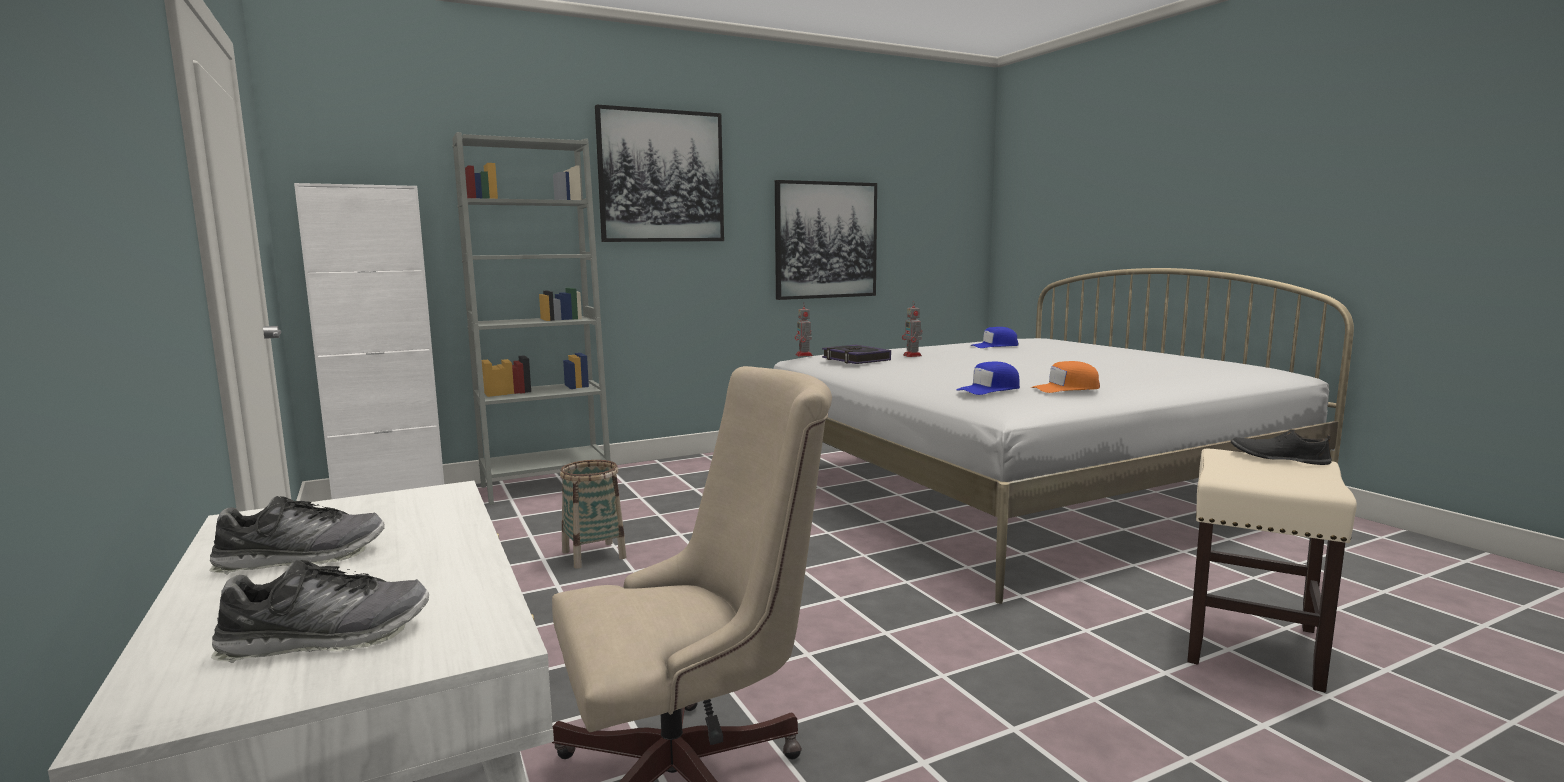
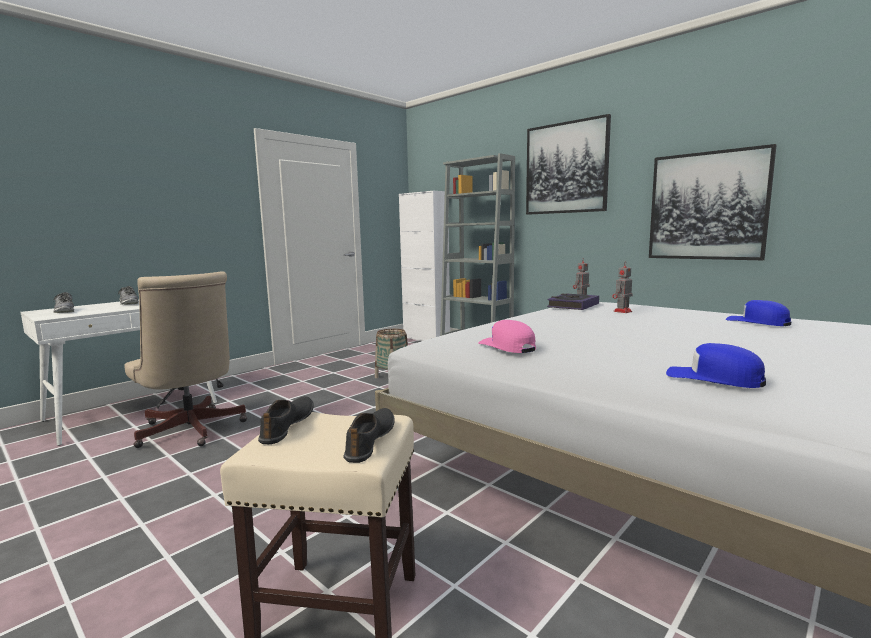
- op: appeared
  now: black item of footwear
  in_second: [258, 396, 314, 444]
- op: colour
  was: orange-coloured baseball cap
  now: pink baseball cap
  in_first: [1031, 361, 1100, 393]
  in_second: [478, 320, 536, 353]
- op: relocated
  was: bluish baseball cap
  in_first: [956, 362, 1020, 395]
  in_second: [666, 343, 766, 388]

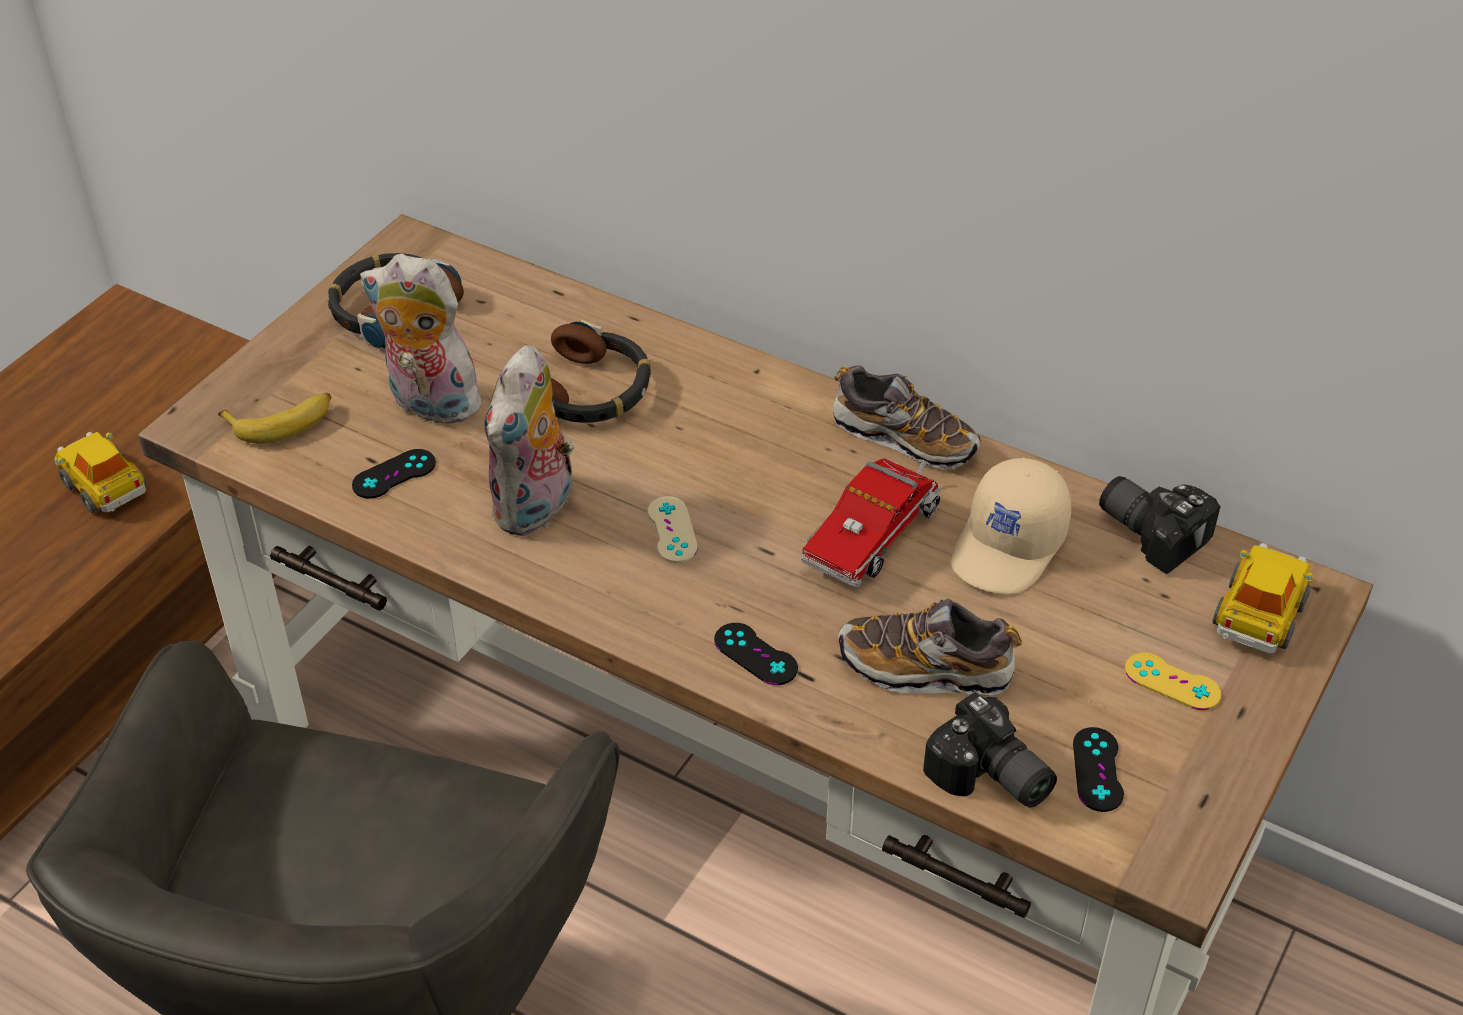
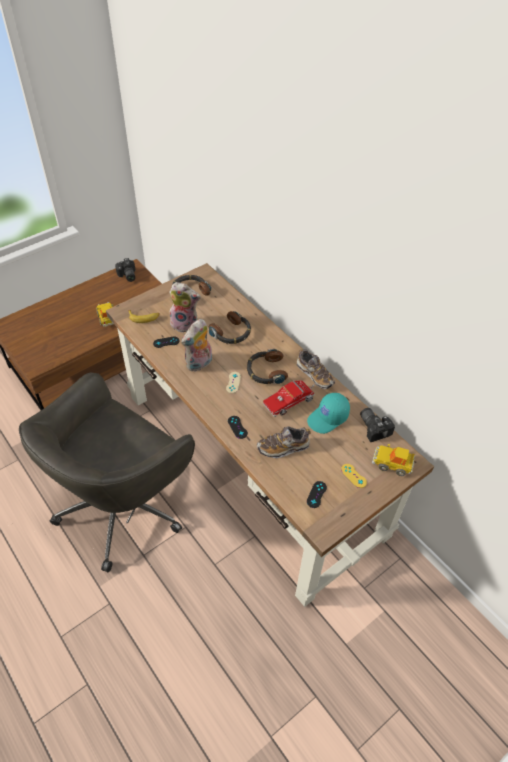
- op: relocated
  was: photo camera
  in_first: [923, 692, 1057, 808]
  in_second: [115, 258, 136, 282]
- op: spun
  was: soft toy
  in_first: [360, 254, 485, 428]
  in_second: [169, 282, 201, 333]
  clockwise: 150
- op: appeared
  now: headset
  in_second: [247, 349, 288, 384]
- op: spun
  was: item of footwear
  in_first: [838, 598, 1022, 696]
  in_second: [257, 426, 311, 458]
  clockwise: -45
- op: colour
  was: beige-coloured baseball cap
  now: blue-green baseball cap
  in_first: [951, 458, 1071, 594]
  in_second: [307, 393, 350, 434]
- op: spun
  was: model car
  in_first: [1212, 543, 1313, 654]
  in_second: [372, 444, 415, 476]
  clockwise: -120

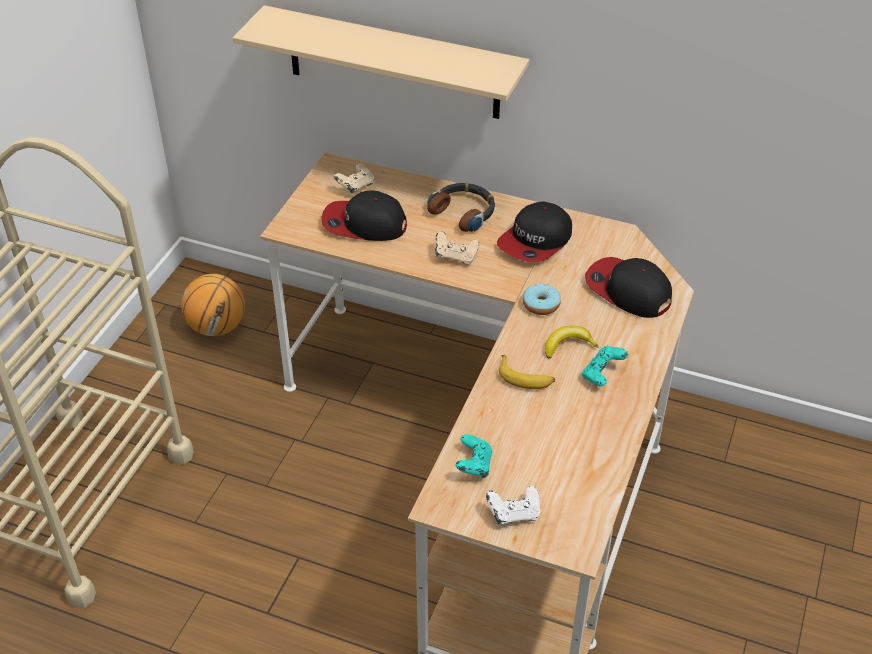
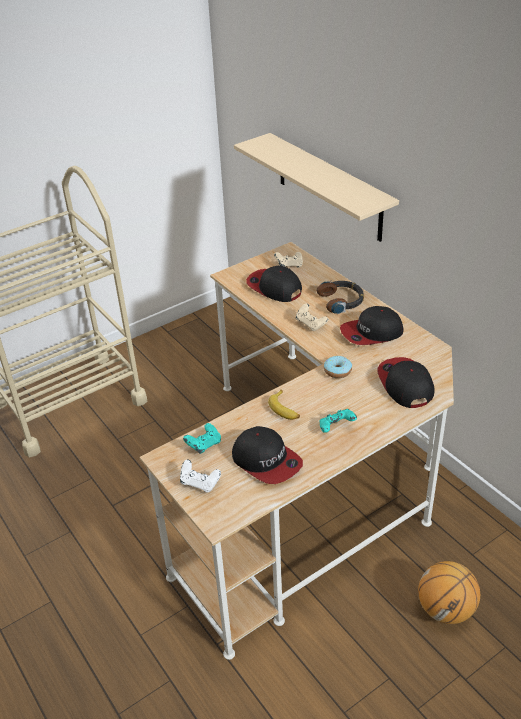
- op: appeared
  now: baseball cap
  in_second: [232, 426, 303, 484]
- op: relocated
  was: basketball ball
  in_first: [181, 274, 245, 336]
  in_second: [418, 561, 480, 624]
- op: missing
  was: banana fruit
  in_first: [545, 326, 599, 359]

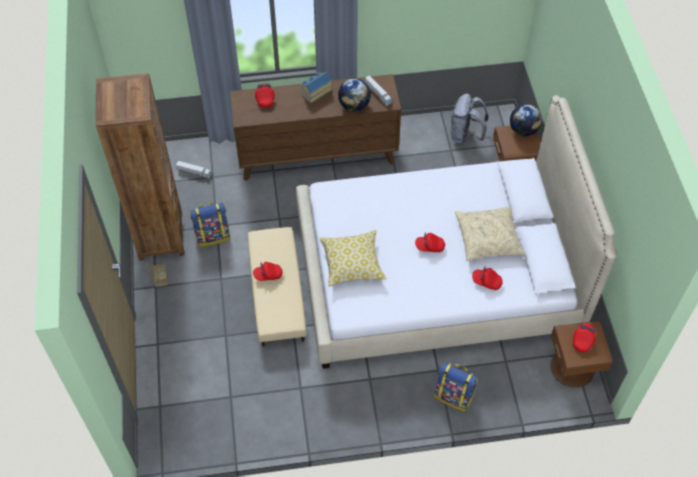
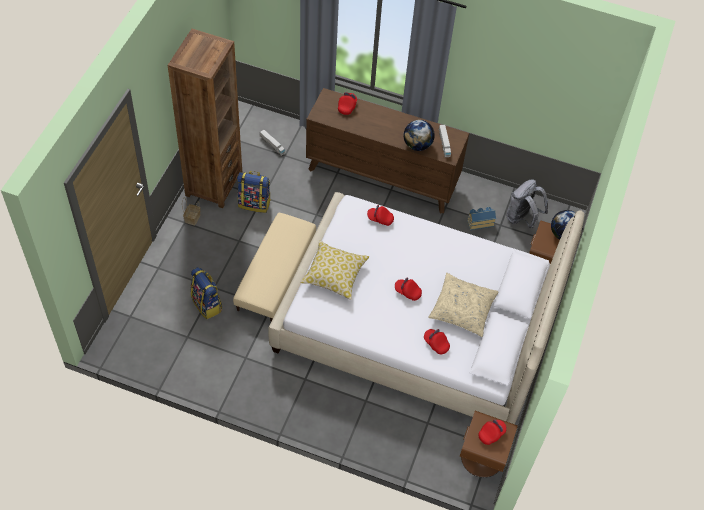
- op: relocated
  was: backpack
  in_first: [434, 362, 478, 412]
  in_second: [191, 267, 222, 319]
- op: relocated
  was: red baseball cap
  in_first: [253, 262, 283, 281]
  in_second: [367, 205, 394, 226]
- op: relocated
  was: toy house
  in_first: [302, 72, 332, 104]
  in_second: [467, 207, 496, 230]

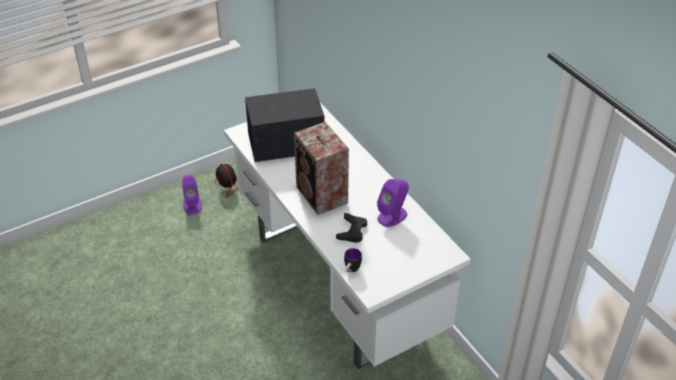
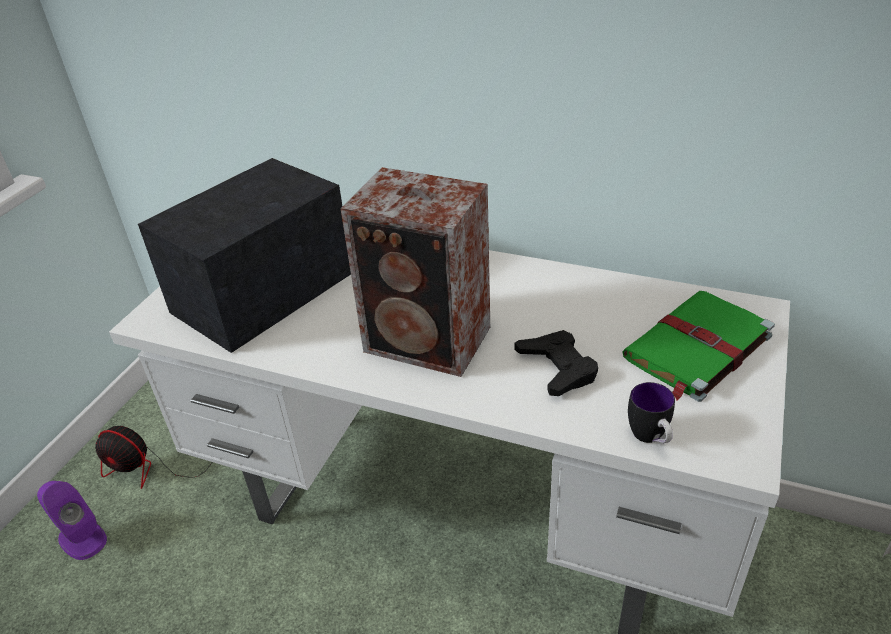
- op: appeared
  now: greenish bound book
  in_second: [623, 291, 775, 402]
- op: missing
  was: purple speaker
  in_first: [377, 179, 409, 227]

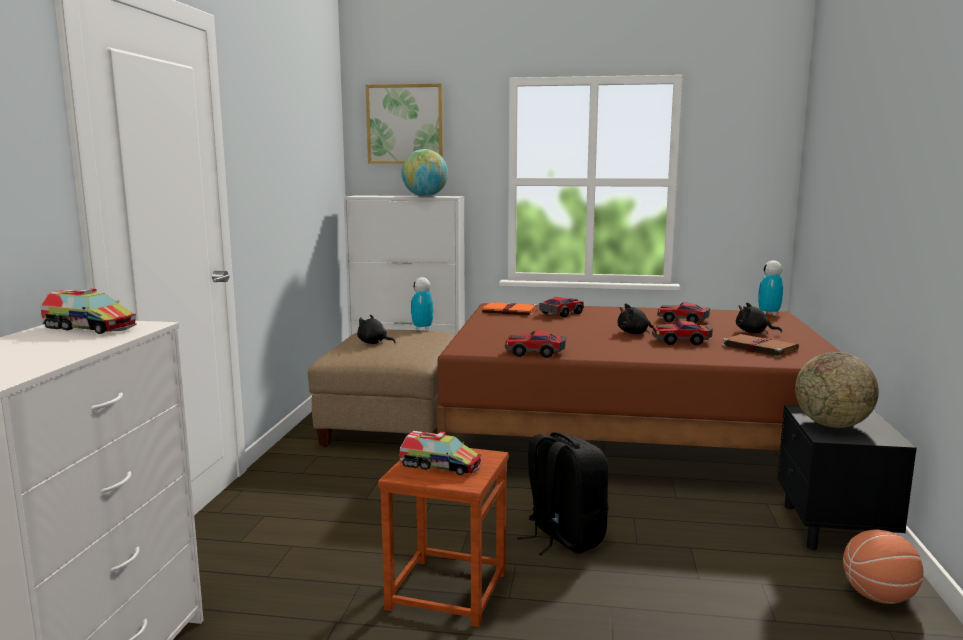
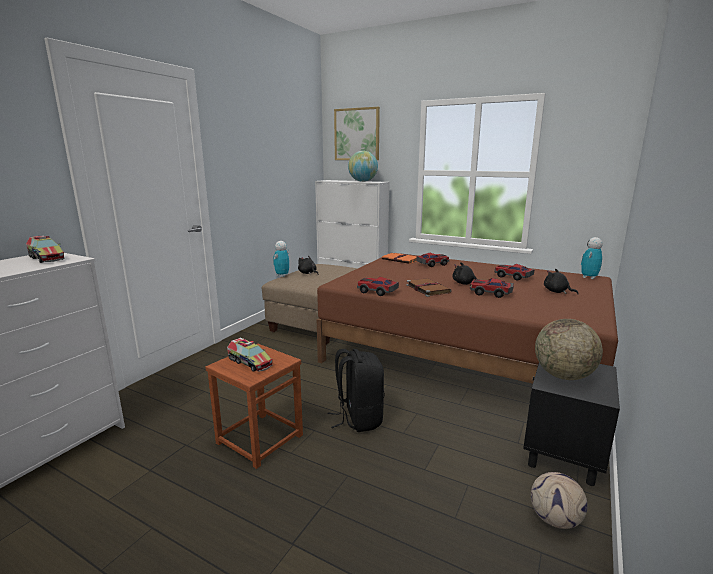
- op: relocated
  was: model robot
  in_first: [411, 277, 433, 330]
  in_second: [273, 241, 289, 277]
- op: relocated
  was: brownish bound book
  in_first: [722, 334, 799, 358]
  in_second: [406, 278, 452, 297]
- op: exchanged
  was: basketball ball
  now: ball for football
  in_first: [843, 530, 923, 604]
  in_second: [531, 472, 587, 529]

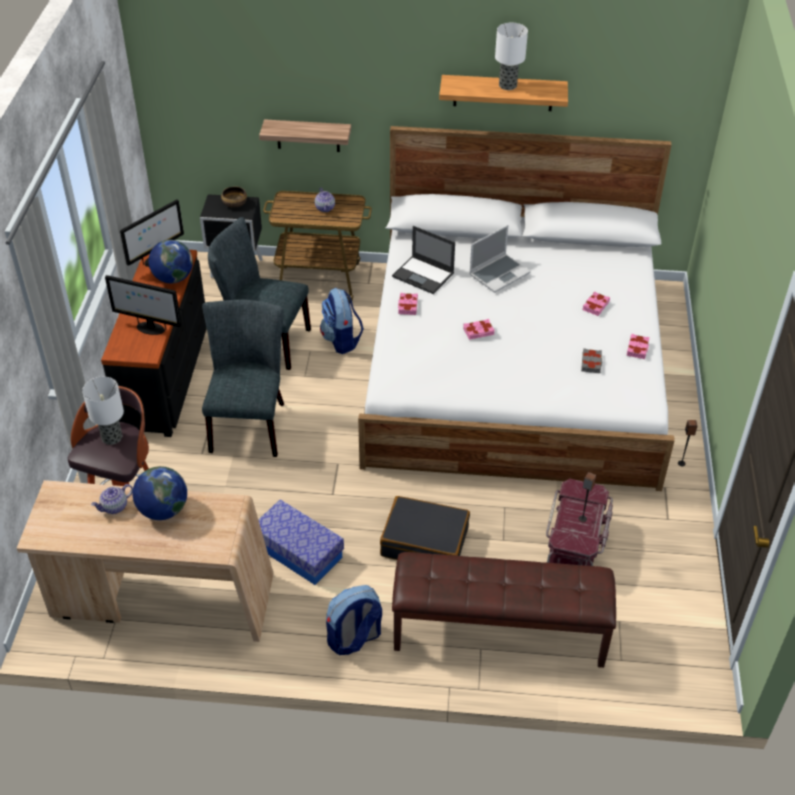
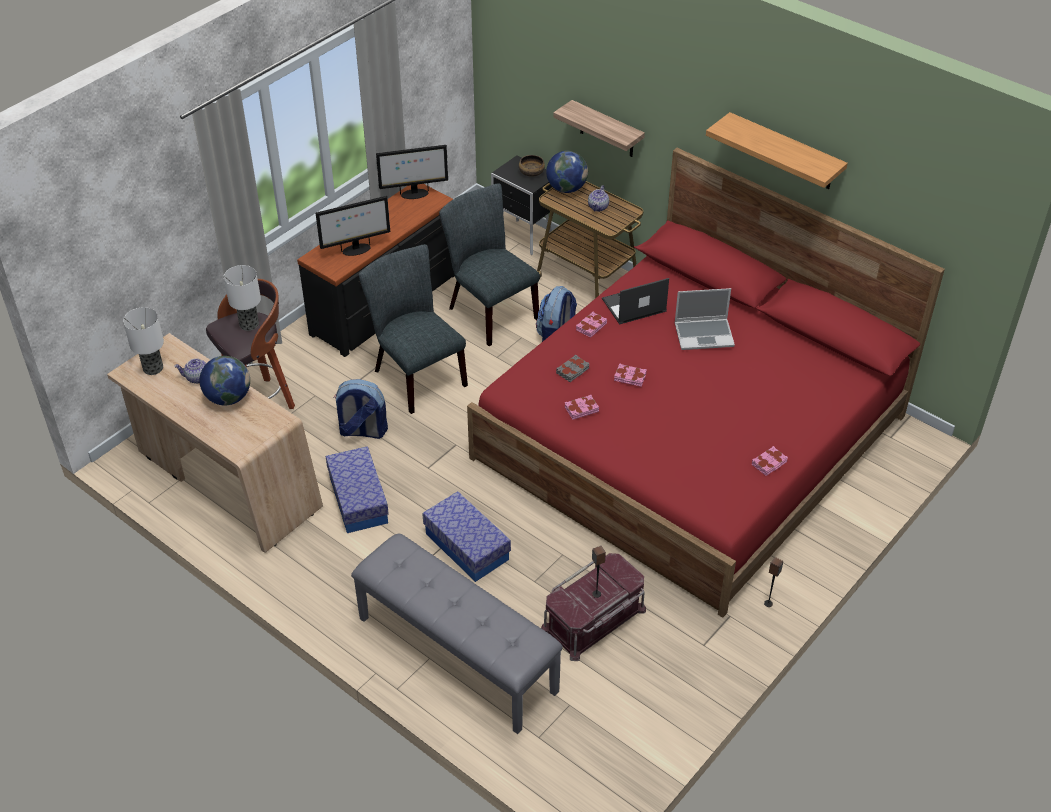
- op: relocated
  was: tabletop lamp
  in_first: [495, 23, 528, 90]
  in_second: [123, 307, 164, 375]
- op: spun
  was: monitor
  in_first: [105, 275, 182, 335]
  in_second: [316, 196, 390, 256]
  clockwise: -75
- op: relocated
  was: backpack
  in_first: [326, 585, 382, 655]
  in_second: [334, 379, 388, 439]
- op: colour
  was: brownish indoor bench
  now: gray indoor bench
  in_first: [392, 552, 616, 668]
  in_second: [351, 533, 563, 734]
- op: spun
  was: gray chair
  in_first: [202, 300, 284, 457]
  in_second: [359, 244, 468, 414]
  clockwise: -75
- op: exchanged
  was: black suitcase
  now: storage bin
  in_first: [380, 496, 470, 560]
  in_second: [422, 491, 511, 582]
- op: colour
  was: whitish sleeping bed
  now: red sleeping bed
  in_first: [358, 126, 675, 491]
  in_second: [467, 148, 945, 618]
- op: relocated
  was: desk globe
  in_first: [148, 240, 193, 283]
  in_second: [546, 151, 588, 193]
- op: relocated
  was: gray bound book
  in_first: [581, 348, 602, 373]
  in_second: [556, 354, 590, 382]
- op: relocated
  was: pink bound book
  in_first: [583, 291, 610, 316]
  in_second: [565, 395, 599, 420]
- op: spun
  was: laptop
  in_first: [392, 226, 455, 294]
  in_second: [602, 278, 669, 325]
  clockwise: 90

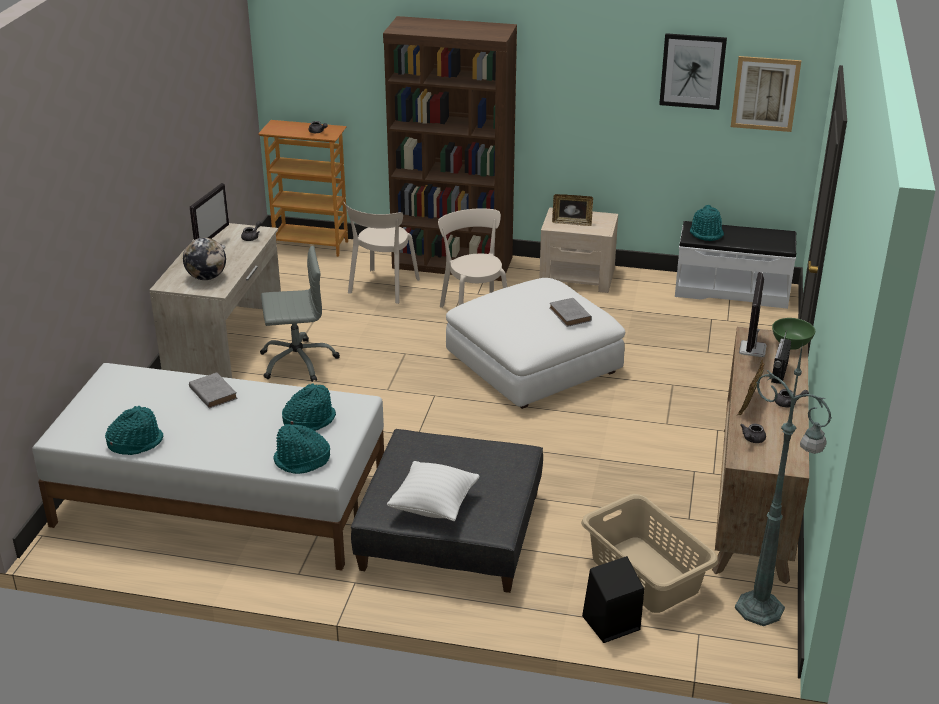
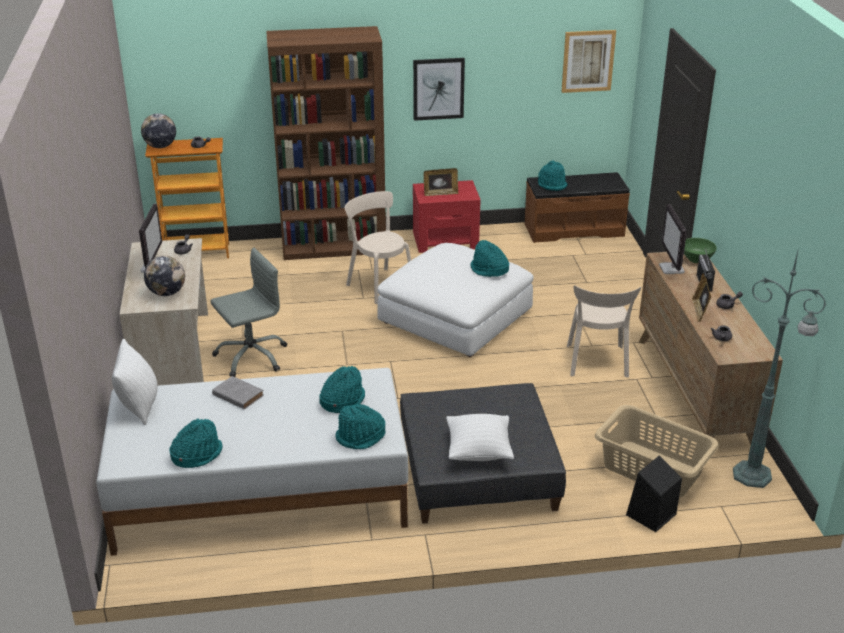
- op: appeared
  now: whitish cushion
  in_second: [112, 339, 158, 425]
- op: appeared
  now: desk globe
  in_second: [141, 113, 176, 148]
- op: relocated
  was: wall picture
  in_first: [659, 33, 727, 110]
  in_second: [413, 58, 465, 121]
- op: colour
  was: beige-coloured night table
  now: red night table
  in_first: [539, 207, 618, 293]
  in_second: [413, 180, 480, 253]
- op: exchanged
  was: gray bound book
  now: blue-green clothing hat
  in_first: [550, 298, 592, 327]
  in_second: [471, 240, 509, 277]
- op: colour
  was: whitish indoor bench
  now: brownish indoor bench
  in_first: [675, 221, 796, 309]
  in_second: [524, 172, 630, 243]
- op: relocated
  was: beige-coloured chair
  in_first: [344, 202, 420, 304]
  in_second: [567, 285, 641, 377]

